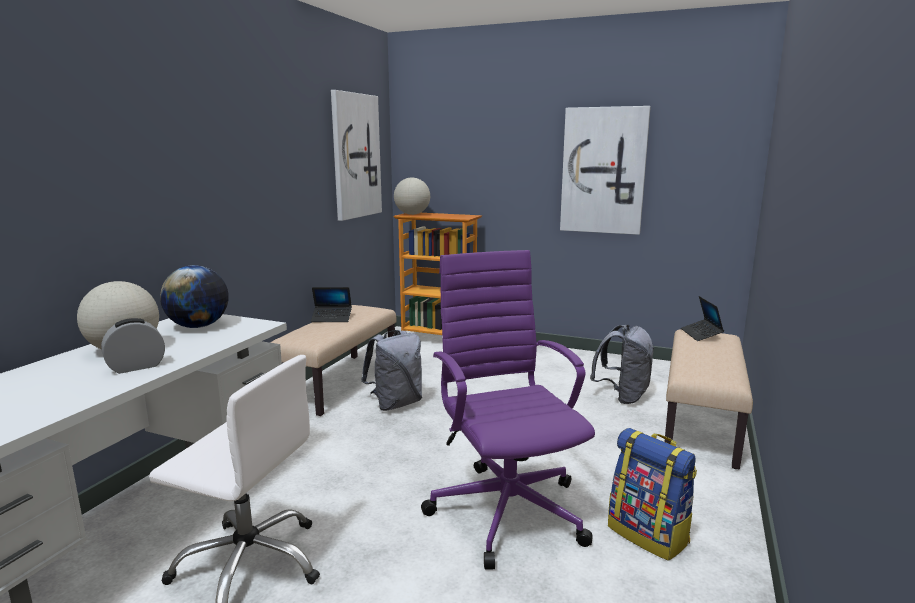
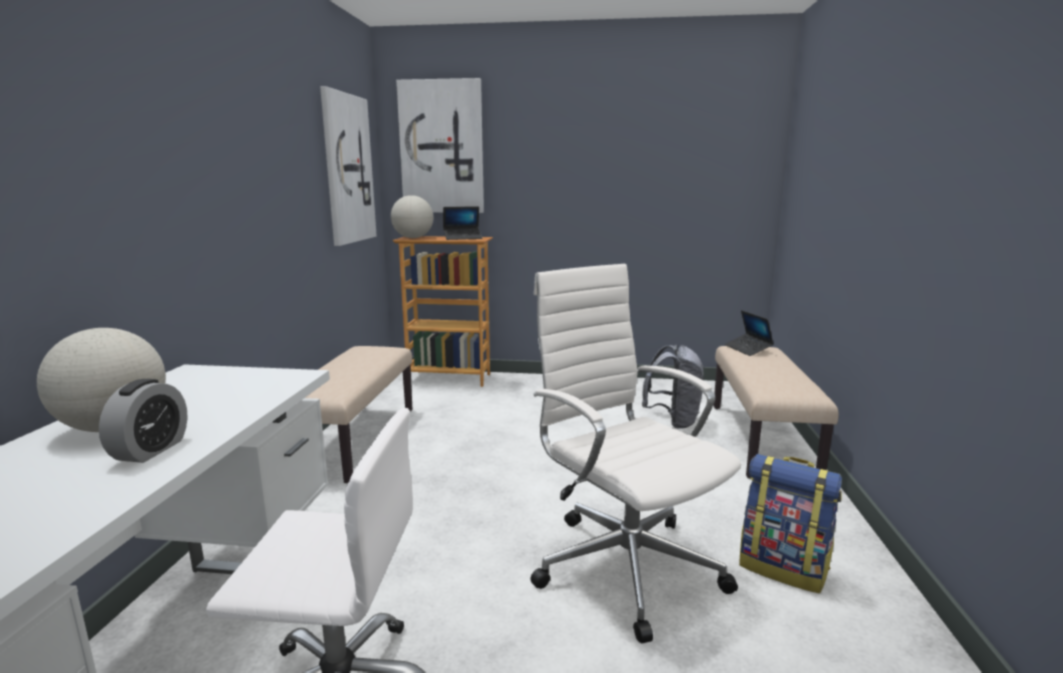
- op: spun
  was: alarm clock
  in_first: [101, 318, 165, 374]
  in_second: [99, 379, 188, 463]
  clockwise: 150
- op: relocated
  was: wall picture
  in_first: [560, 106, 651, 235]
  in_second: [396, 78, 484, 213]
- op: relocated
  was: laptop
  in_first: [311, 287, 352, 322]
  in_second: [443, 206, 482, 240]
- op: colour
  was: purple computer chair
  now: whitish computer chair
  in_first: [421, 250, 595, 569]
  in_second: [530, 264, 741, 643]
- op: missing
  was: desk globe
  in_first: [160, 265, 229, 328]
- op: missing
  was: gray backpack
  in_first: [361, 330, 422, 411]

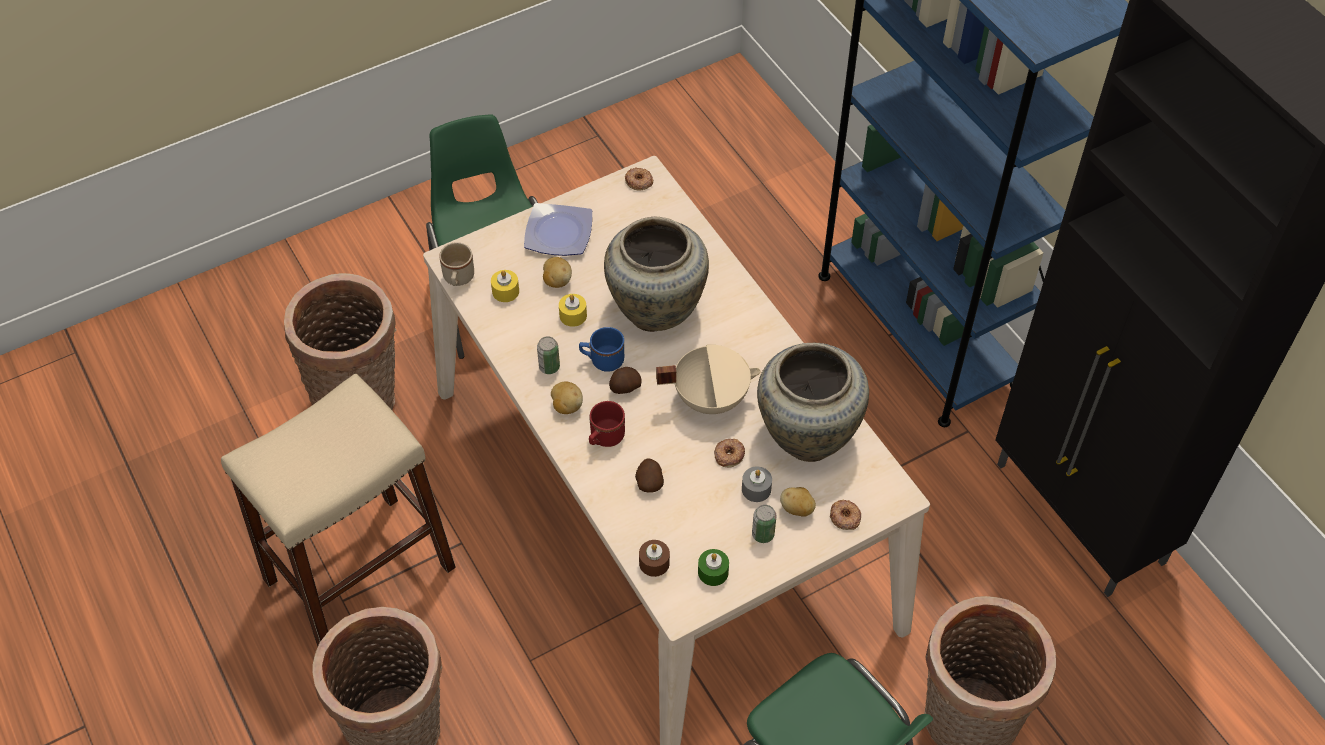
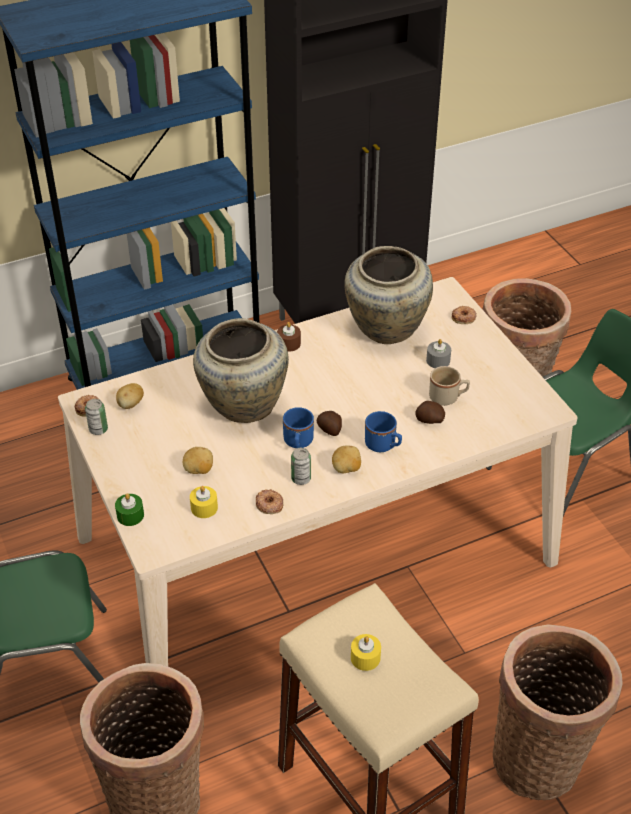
- op: relocated
  was: metal can
  in_first: [752, 505, 777, 543]
  in_second: [85, 399, 108, 435]
- op: relocated
  was: greenish candle
  in_first: [698, 549, 729, 586]
  in_second: [115, 494, 144, 526]
- op: relocated
  was: whole potato
  in_first: [780, 487, 816, 517]
  in_second: [116, 383, 144, 409]
- op: relocated
  was: doughnut
  in_first: [714, 439, 745, 468]
  in_second: [256, 489, 284, 514]
- op: relocated
  was: brownish candle
  in_first: [639, 540, 670, 577]
  in_second: [277, 322, 301, 352]
- op: relocated
  was: yellow candle
  in_first: [559, 294, 587, 327]
  in_second: [351, 634, 381, 671]
- op: colour
  was: red coffee mug
  now: bluish coffee mug
  in_first: [589, 401, 625, 447]
  in_second: [365, 411, 402, 452]
- op: relocated
  was: beige-coloured coffee mug
  in_first: [440, 242, 474, 286]
  in_second: [429, 366, 470, 406]
- op: missing
  was: dinner plate
  in_first: [524, 203, 592, 256]
- op: missing
  was: beige-coloured saucepot
  in_first: [656, 345, 761, 414]

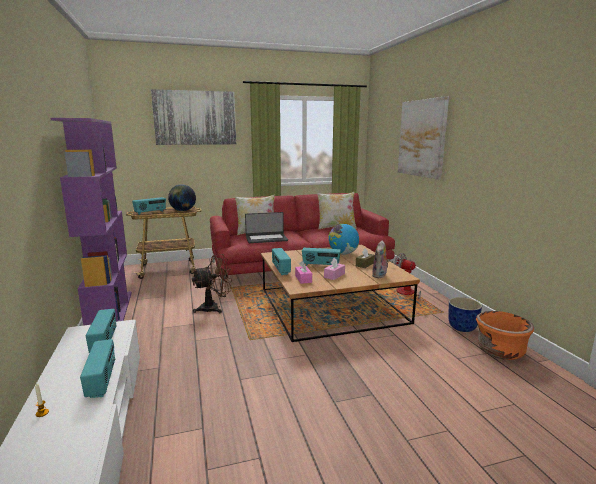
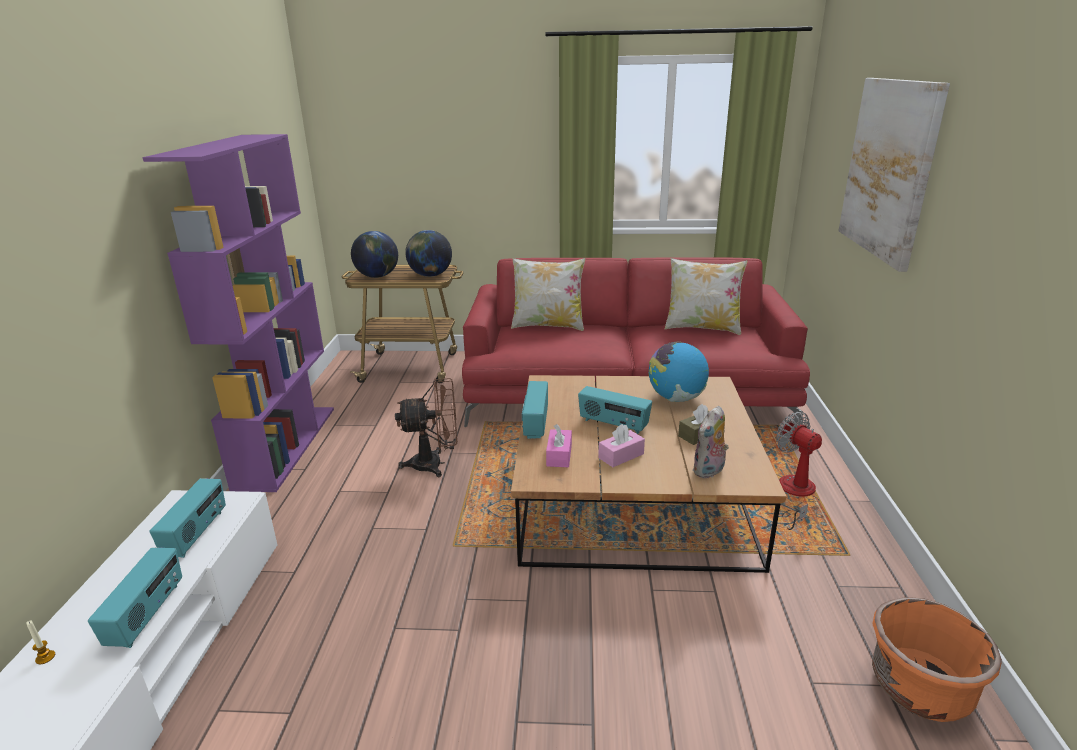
- op: exchanged
  was: radio set
  now: desk globe
  in_first: [132, 197, 166, 215]
  in_second: [351, 231, 398, 278]
- op: missing
  was: wall picture
  in_first: [151, 89, 236, 145]
- op: missing
  was: laptop
  in_first: [245, 212, 288, 243]
- op: missing
  was: flower pot
  in_first: [448, 297, 482, 332]

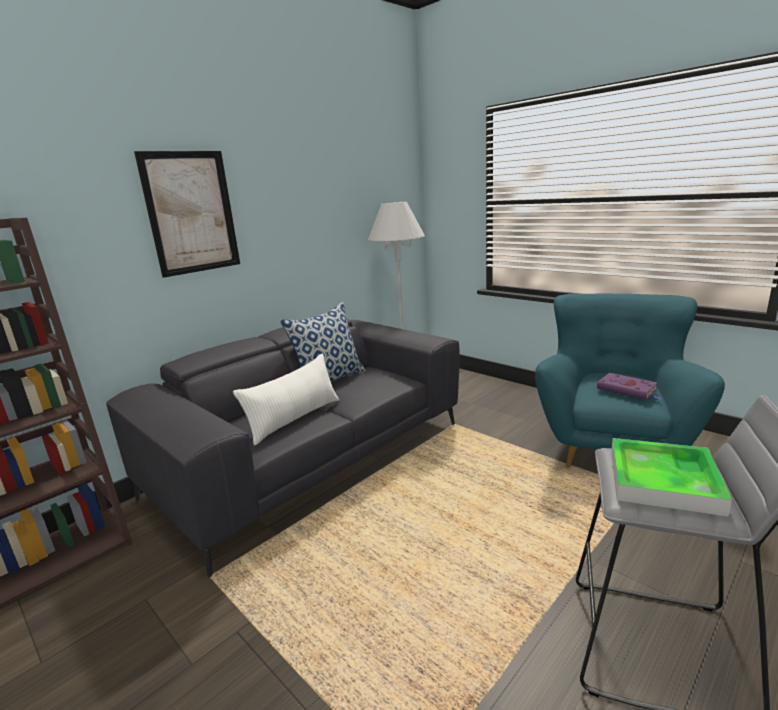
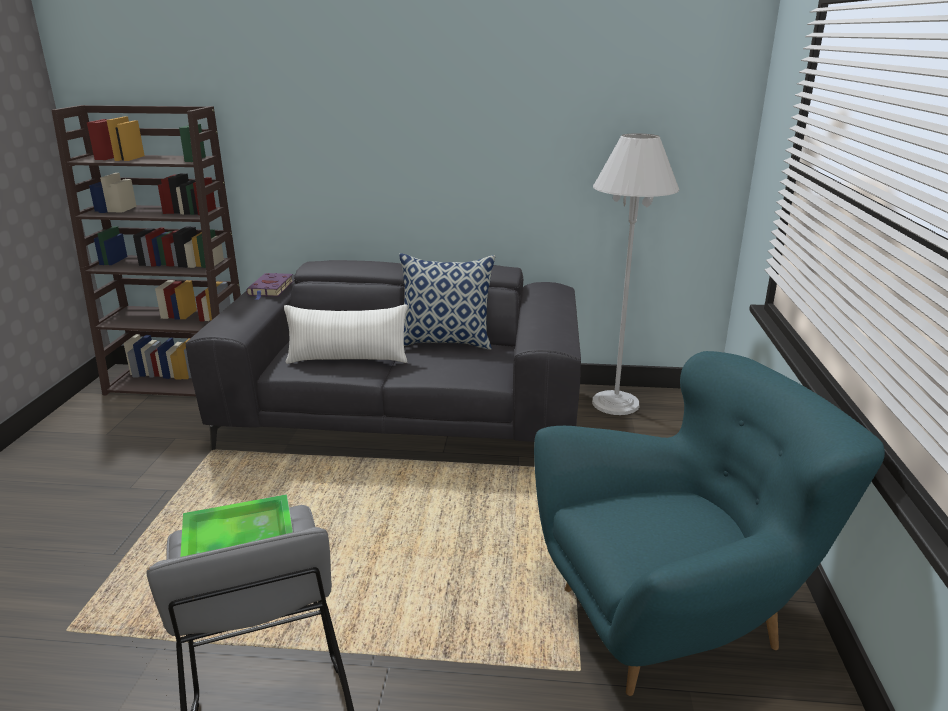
- op: relocated
  was: purple bound book
  in_first: [597, 373, 661, 400]
  in_second: [246, 273, 293, 300]
- op: missing
  was: wall picture
  in_first: [134, 151, 240, 278]

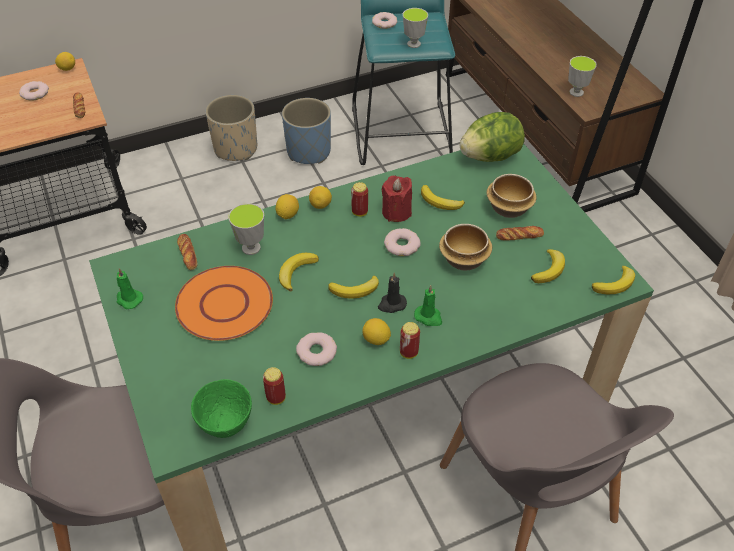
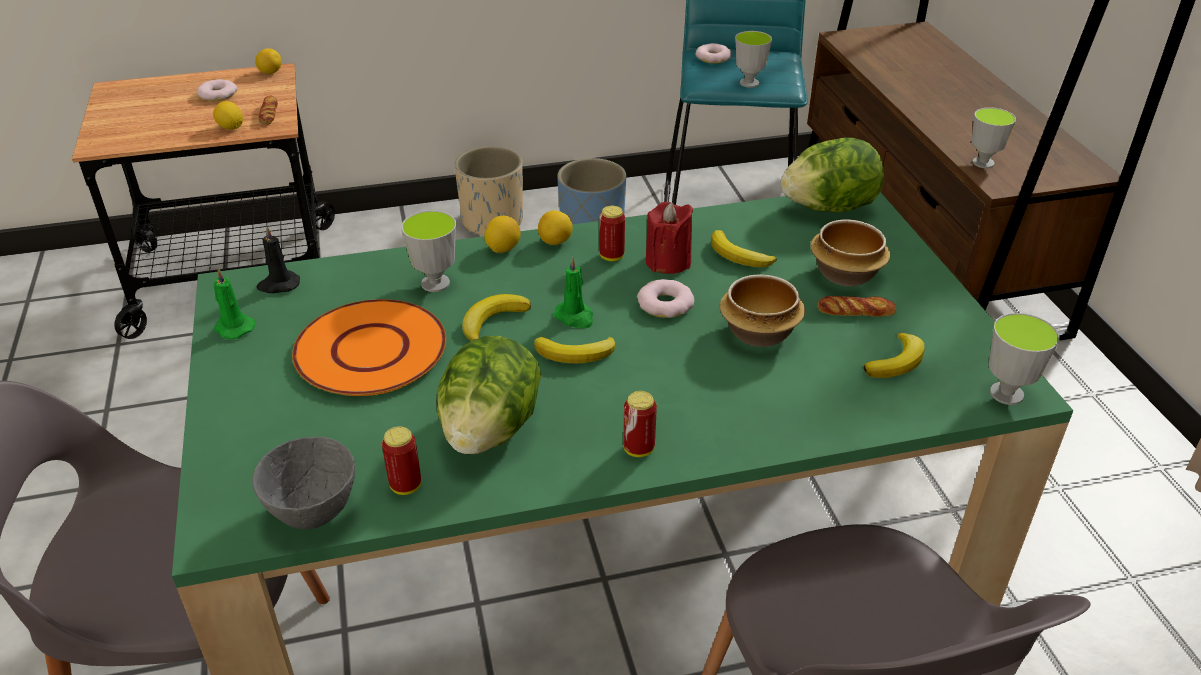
- op: relocated
  was: whole lemon
  in_first: [362, 318, 391, 345]
  in_second: [213, 101, 243, 130]
- op: colour
  was: greenish deep dish
  now: gray deep dish
  in_first: [191, 379, 252, 438]
  in_second: [252, 437, 355, 529]
- op: relocated
  was: black candle
  in_first: [378, 272, 407, 313]
  in_second: [257, 226, 300, 293]
- op: exchanged
  was: doughnut
  now: head of lettuce
  in_first: [296, 332, 337, 366]
  in_second: [436, 336, 541, 454]
- op: relocated
  was: greenish candle
  in_first: [414, 285, 442, 326]
  in_second: [553, 257, 593, 328]
- op: exchanged
  was: banana fruit
  now: cup
  in_first: [592, 266, 635, 294]
  in_second: [989, 313, 1060, 405]
- op: missing
  was: bakery bread
  in_first: [177, 234, 198, 270]

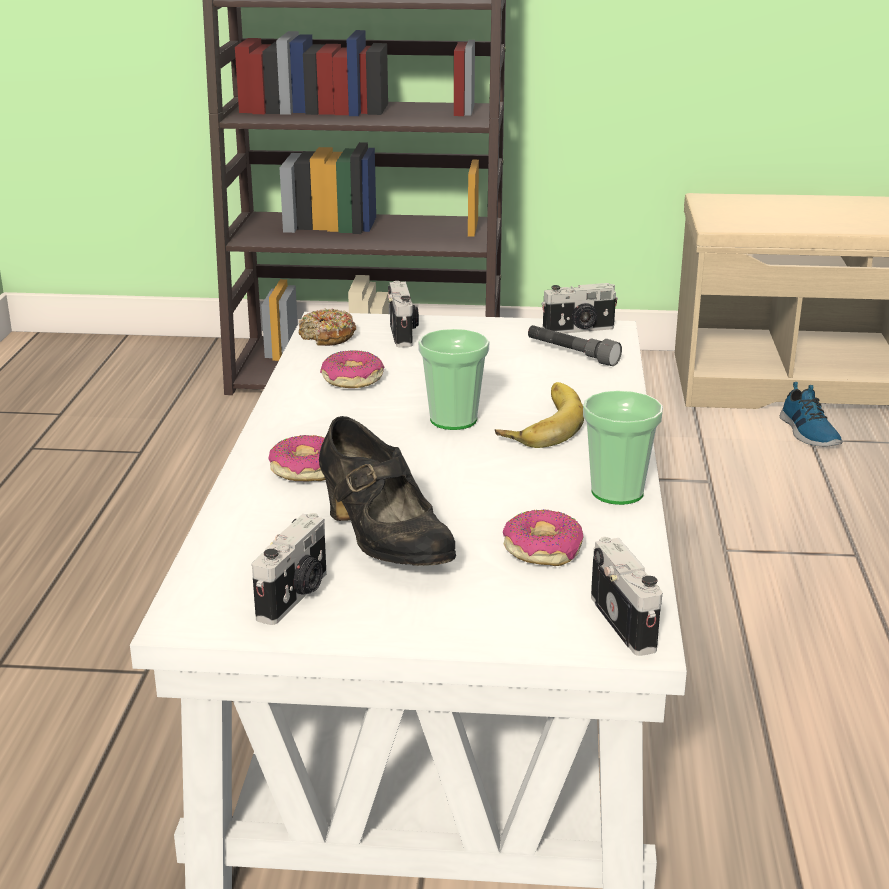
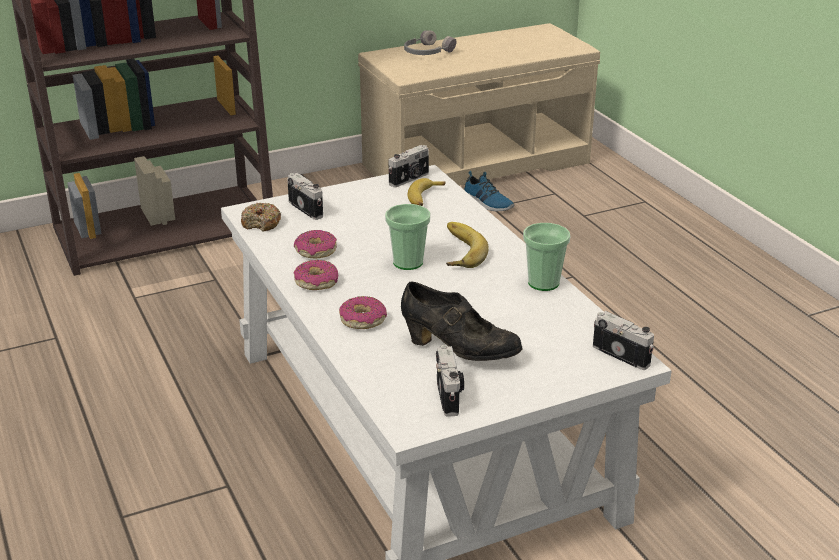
- op: relocated
  was: doughnut
  in_first: [503, 510, 584, 566]
  in_second: [294, 260, 338, 290]
- op: appeared
  now: gray headset
  in_second: [404, 30, 457, 55]
- op: exchanged
  was: gray flashlight
  now: banana fruit
  in_first: [528, 325, 622, 366]
  in_second: [408, 178, 445, 206]

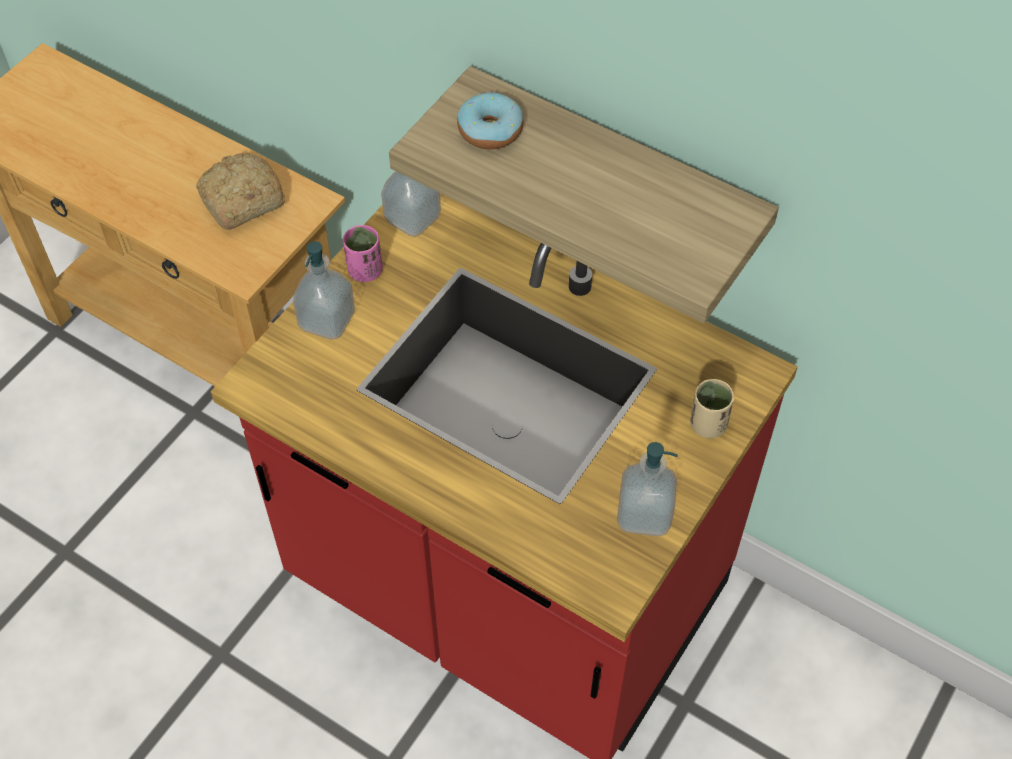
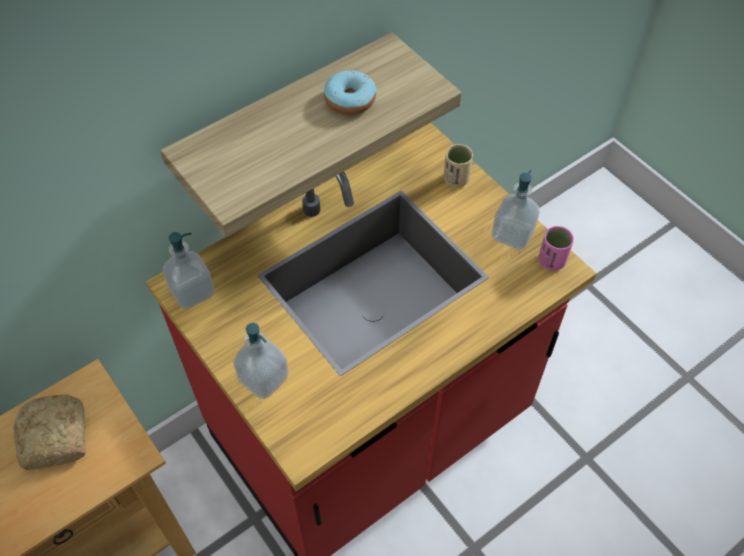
- op: relocated
  was: doughnut
  in_first: [457, 92, 524, 149]
  in_second: [324, 70, 376, 115]
- op: relocated
  was: pink cup
  in_first: [343, 225, 383, 282]
  in_second: [538, 226, 574, 271]

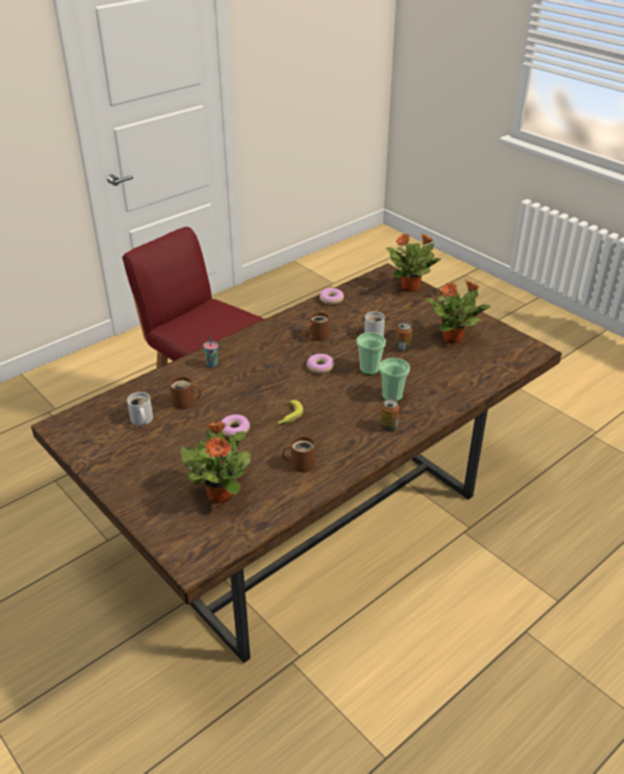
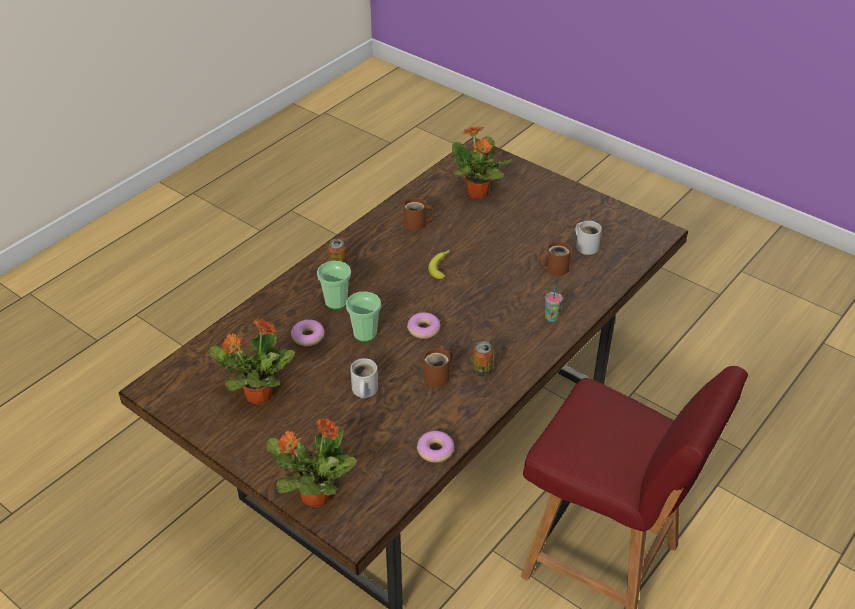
- op: relocated
  was: doughnut
  in_first: [221, 414, 250, 437]
  in_second: [291, 320, 324, 346]
- op: relocated
  was: metal can
  in_first: [395, 322, 412, 351]
  in_second: [472, 341, 493, 377]

